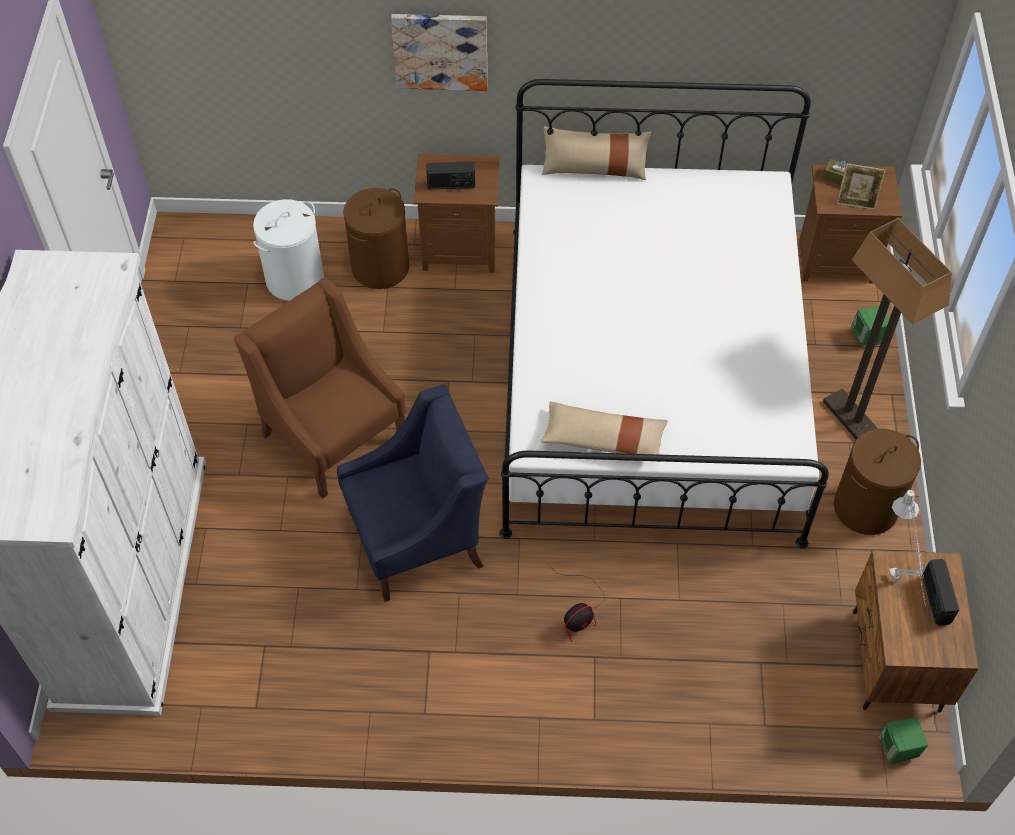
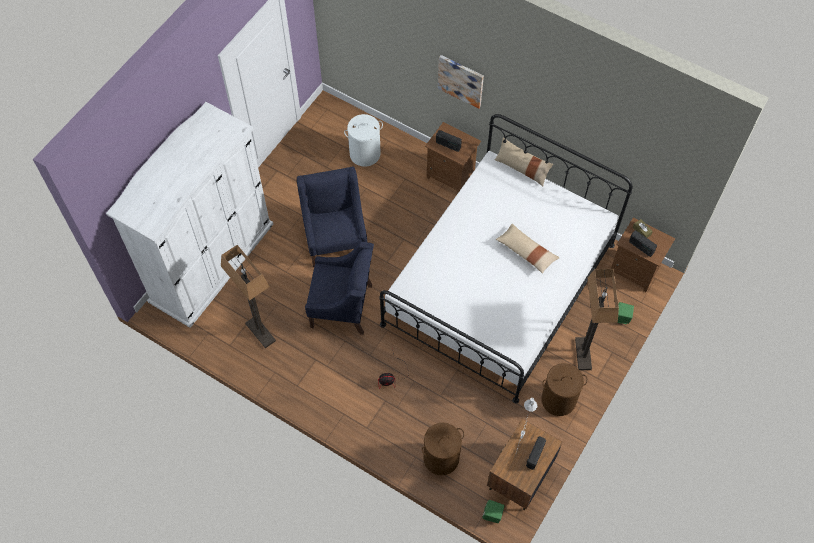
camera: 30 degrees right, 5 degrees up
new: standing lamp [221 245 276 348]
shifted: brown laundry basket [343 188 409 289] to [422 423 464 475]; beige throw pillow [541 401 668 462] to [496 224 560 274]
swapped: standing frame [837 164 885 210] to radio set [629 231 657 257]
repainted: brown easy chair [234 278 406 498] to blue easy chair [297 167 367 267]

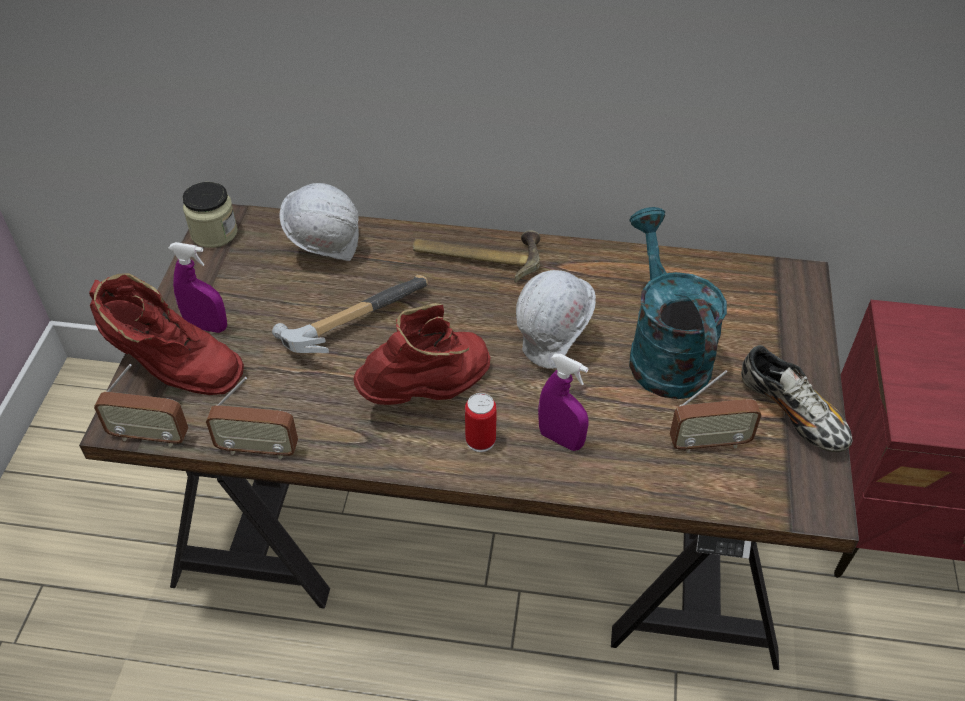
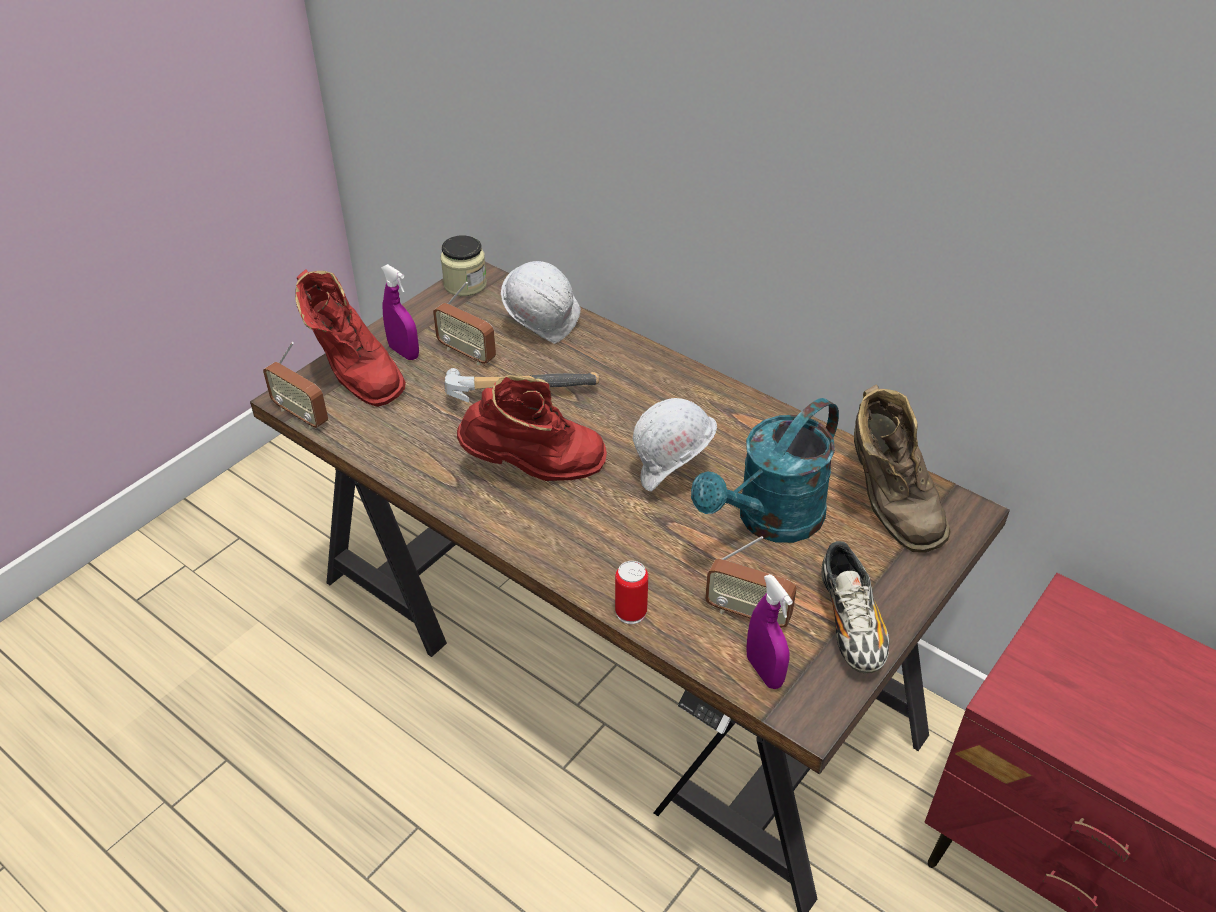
camera: 30 degrees right, 5 degrees down
gone: tool hammer [413 230 540 283]
new: brown tall boot [854 385 950 552]
shifted: radio set [206 377 298 460] to [433 282 496 365]; metal can [465 393 497 452] to [615 561 648 624]; purple-coloured spray bottle [538 354 589 451] to [746 574 793 689]
rotated: blue-green sprinkling can [629 207 727 399] = [691 398 839 543] 150 degrees counterclockwise

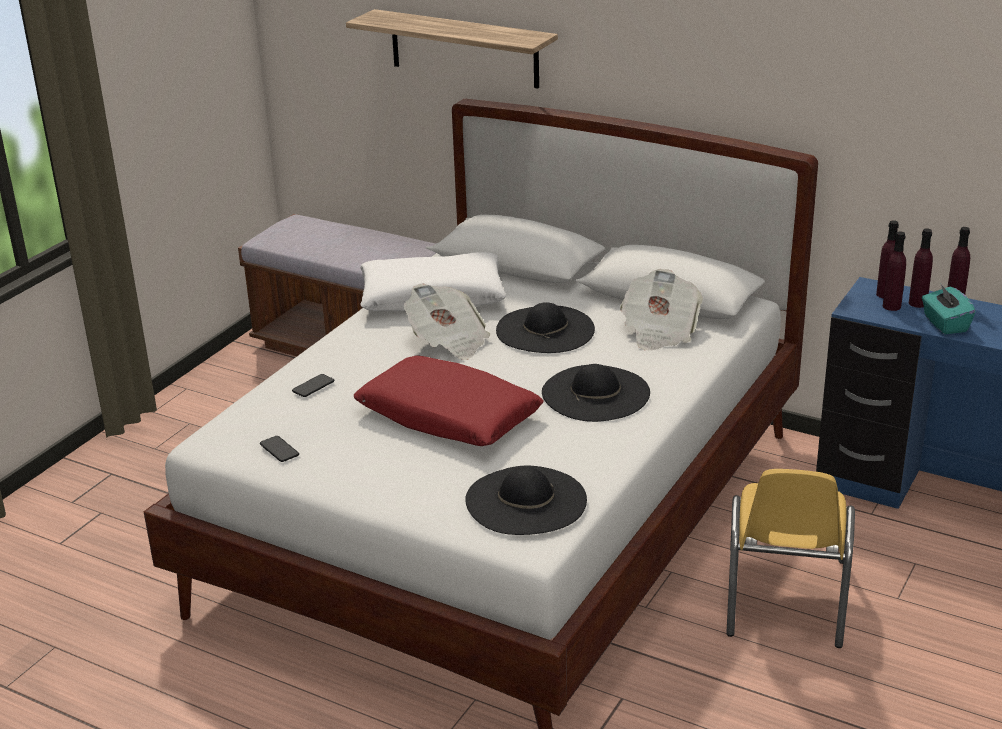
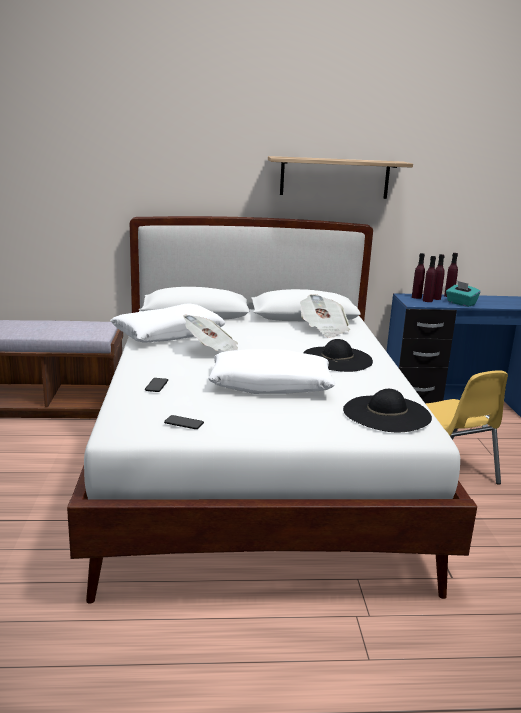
camera: 35 degrees left, 10 degrees down
gone: black wearable hat [496 302 595 353]
shifted: bracket shelf [346 9 558 89] to [268 156 413 199]
repainted: red throw pillow [354 356 544 446] to white throw pillow [208 349 335 394]

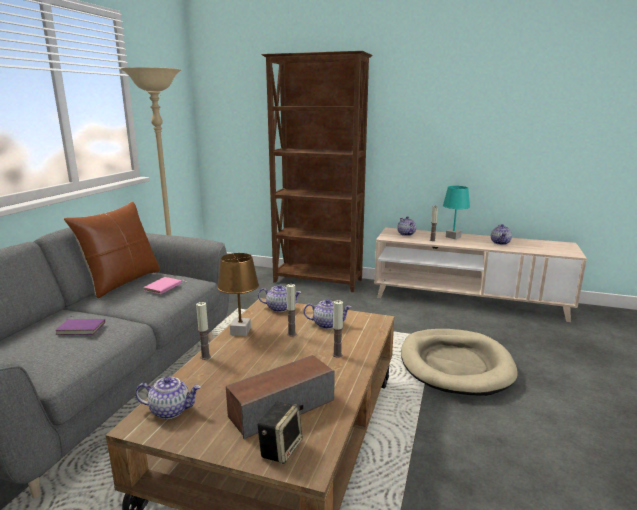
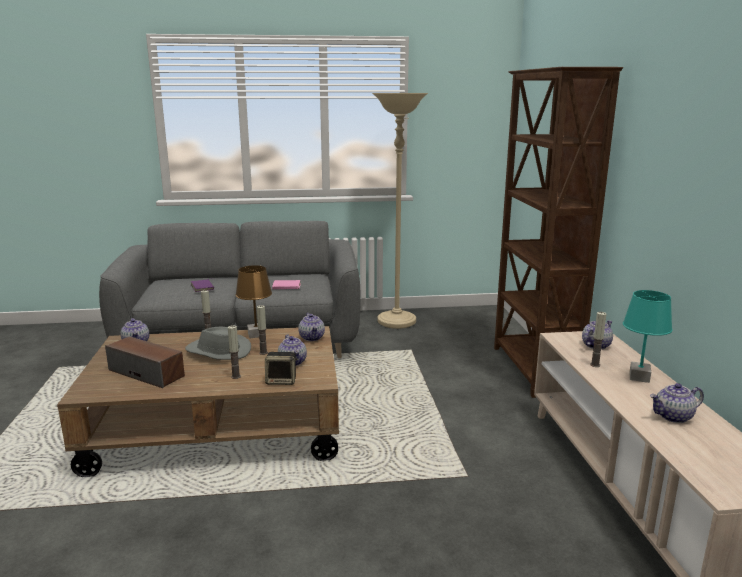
camera: 65 degrees right, 0 degrees up
gone: brown throw pillow [64 202 160 298]; beige dog bed [401 329 518 396]
new: gray wearable hat [185 327 251 360]
shifted: speaker [257 402 302 464] to [265 352 298 385]

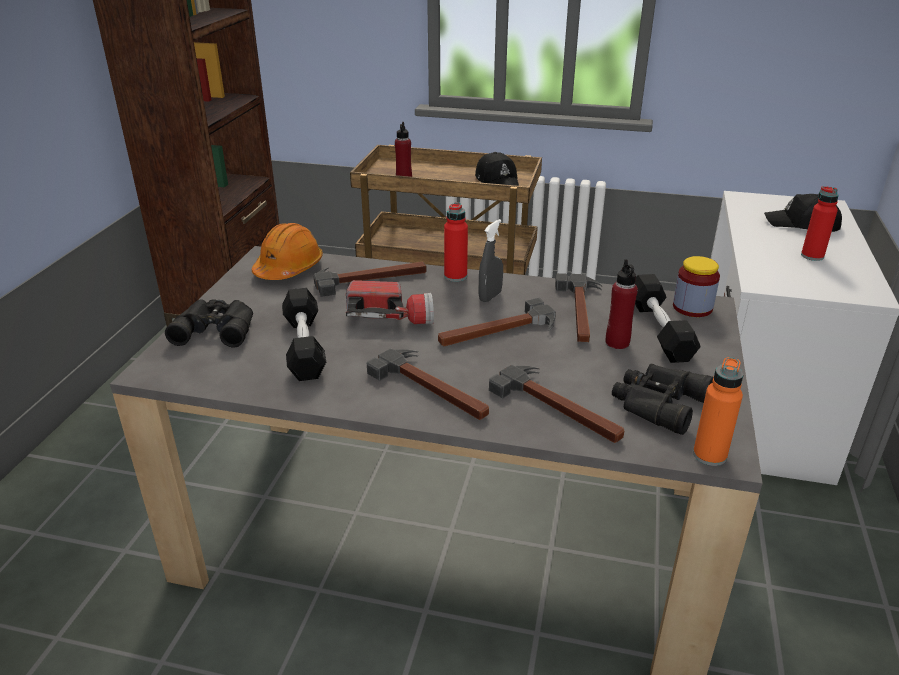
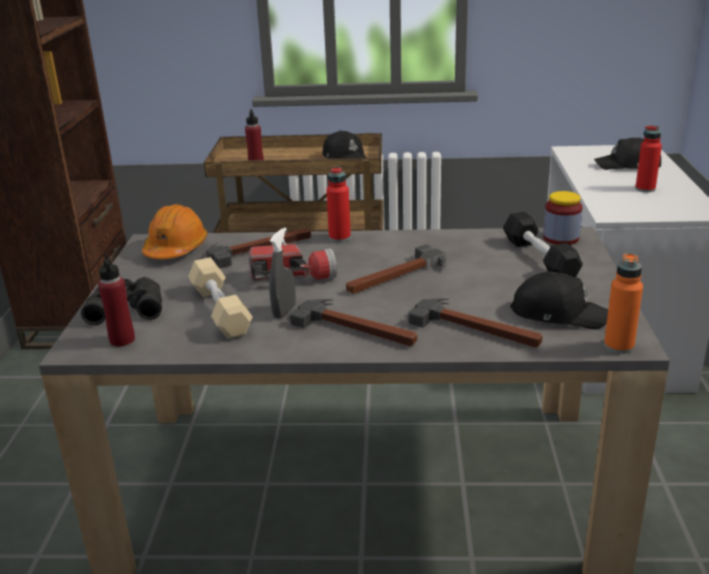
camera: 10 degrees left, 5 degrees down
gone: tool hammer [555 273 602 342]
shifted: gray spray bottle [479 219 503 303] to [269 227 296 319]; red bottle [606 259 638 349] to [98 254 135 347]
swapped: black binoculars [612 363 713 435] to black baseball cap [510 272 608 329]
repainted: black hand weight [282 288 326 381] to beige hand weight [188 257 253 339]

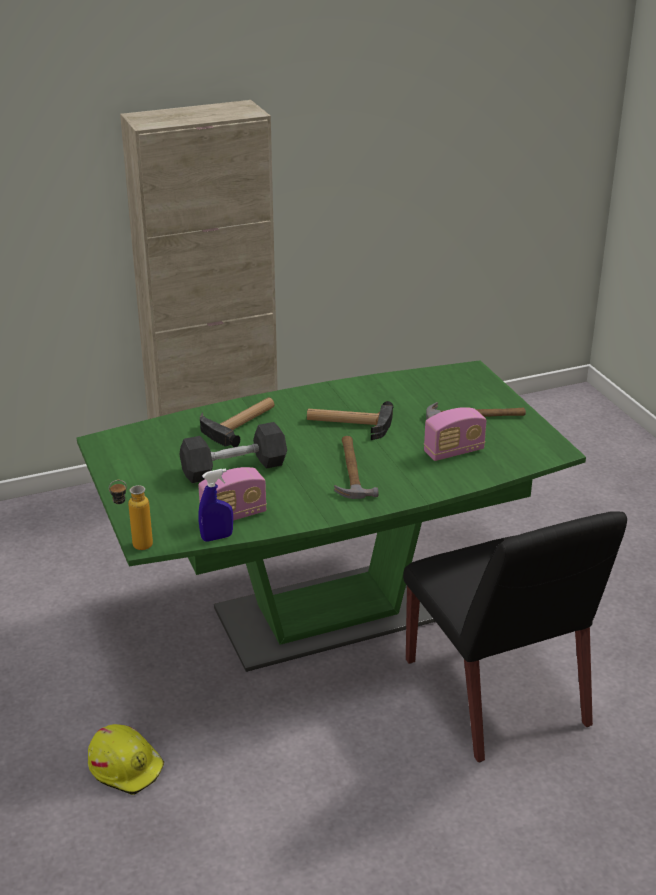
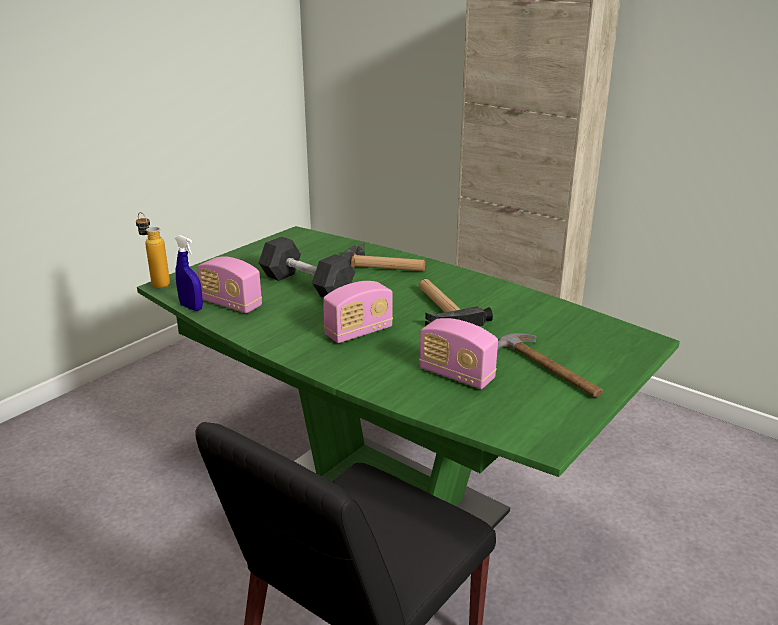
camera: 60 degrees right, 5 degrees down
gone: yellowish safety helmet [88 724 164 795]
swapped: tool hammer [334 436 379 499] to radio set [323 281 393 343]

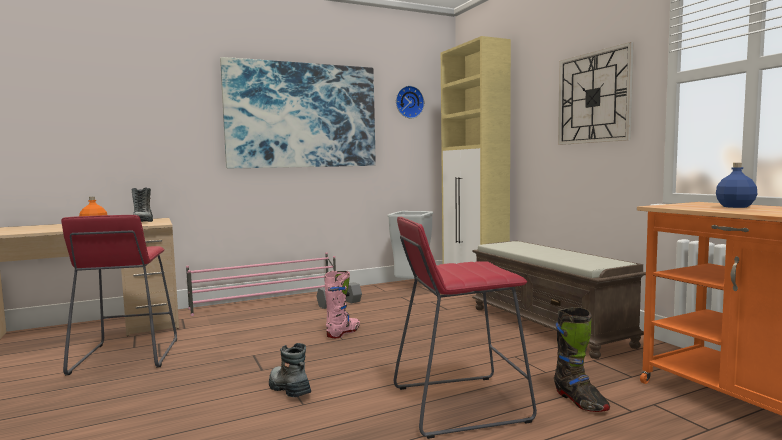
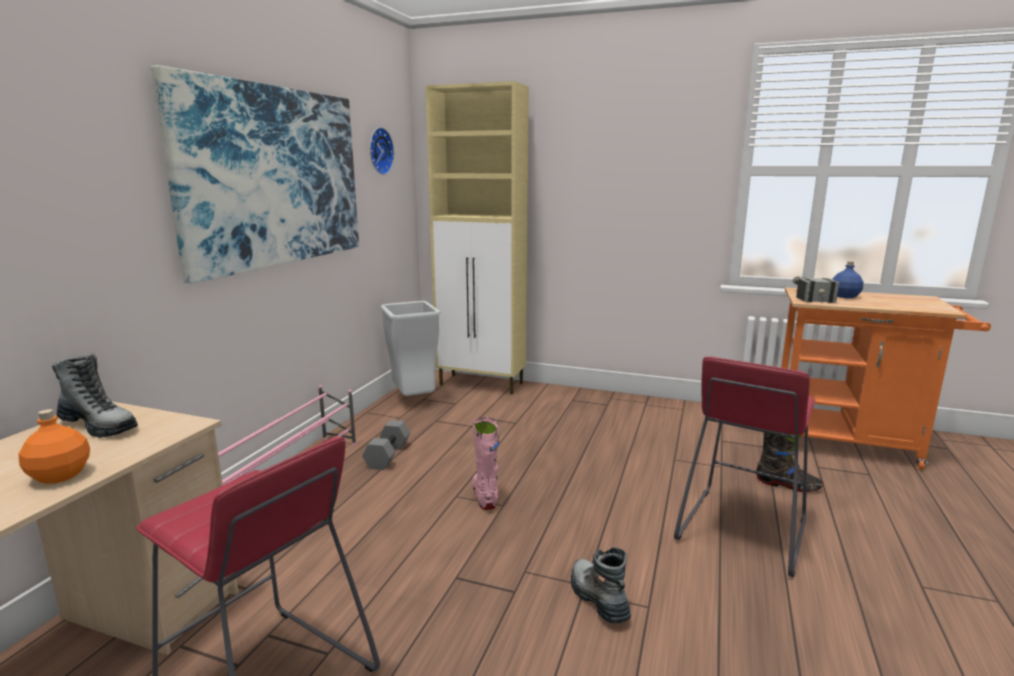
camera: 45 degrees left, 10 degrees up
gone: brown bench [472 241 646 359]; wall clock [558 42 634 145]
new: tool hammer [793 276 839 303]
rotated: tall boot [269 343 311 397] = [571 547 631 624] 60 degrees clockwise

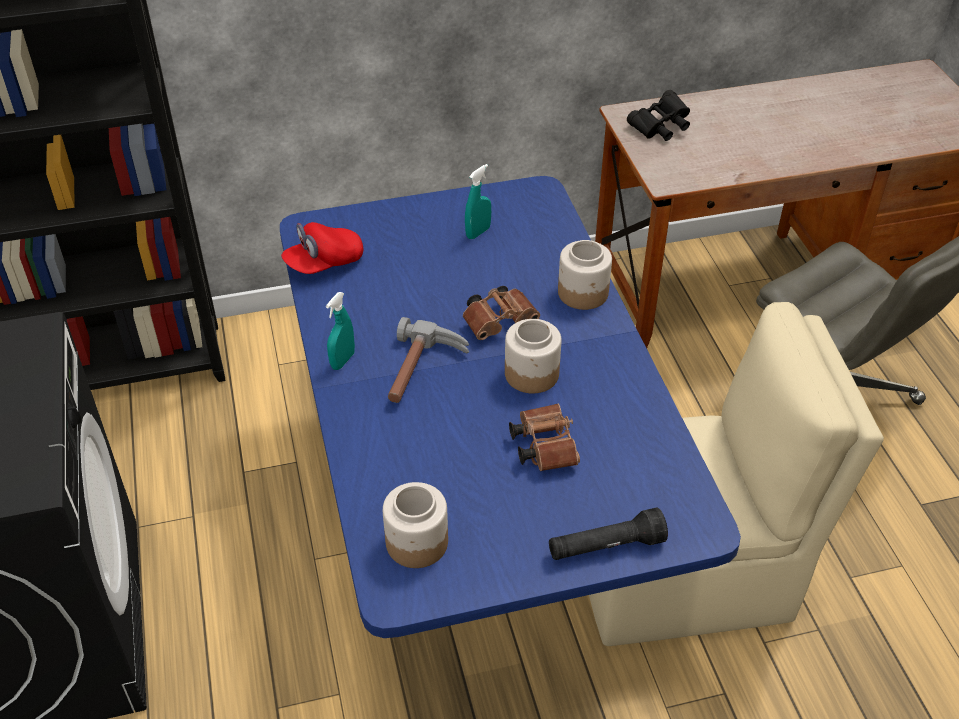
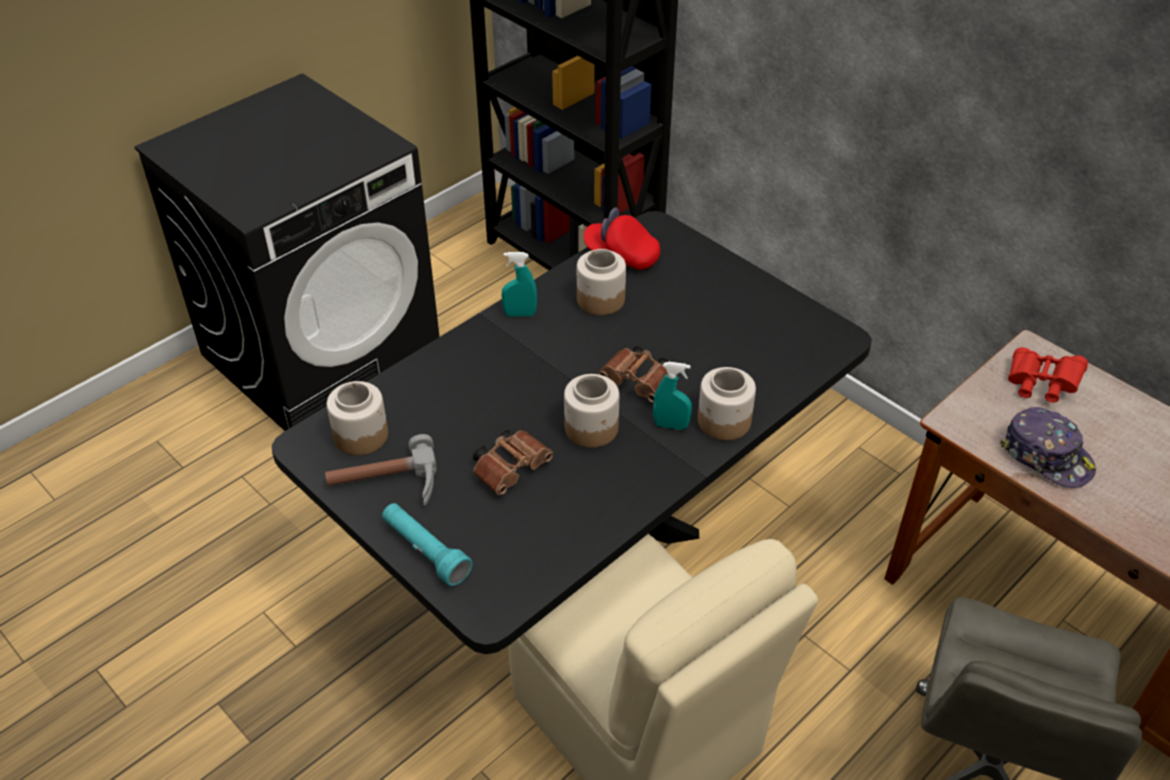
camera: 60 degrees right, 0 degrees up
new: jar [577 249 626 315]; baseball cap [1000 407 1096 488]
shifted: tool hammer [388 317 469 403] to [325 434 437 506]; blue-green spray bottle [465 164 491 239] to [653 362 692 430]
repainted: blue dining table [280 176 741 638] to black dining table [272 211 872 654]; black flashlight [549 507 668 560] to blue-green flashlight [382 503 472 586]; black binoculars [627 90 690 141] to red binoculars [1008 347 1088 403]

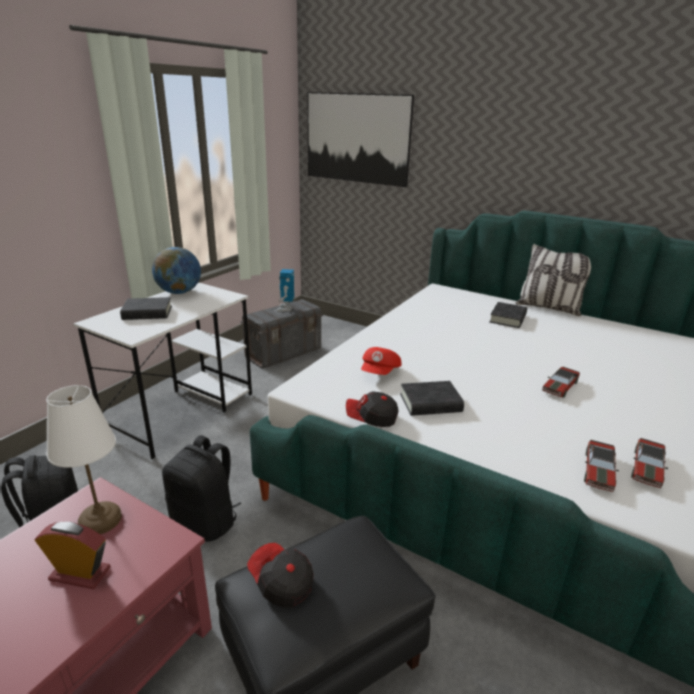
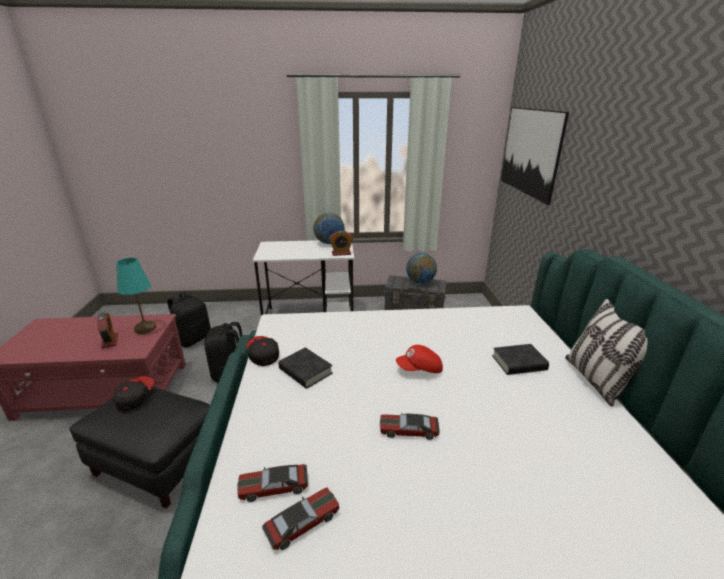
camera: 55 degrees right, 0 degrees up
gone: black volume [120 297 172 320]
new: alarm clock [329 231 353 256]
shifted: red baseball cap [361 347 402 375] to [396 345 443 373]
swapped: model robot [276 269 294 312] to globe [406 253 437 284]
repainted: white lamp for a table [46 385 122 534] to blue-green lamp for a table [116 258 156 334]
rotated: model car [631 438 668 488] = [262 487 340 550] 150 degrees clockwise

